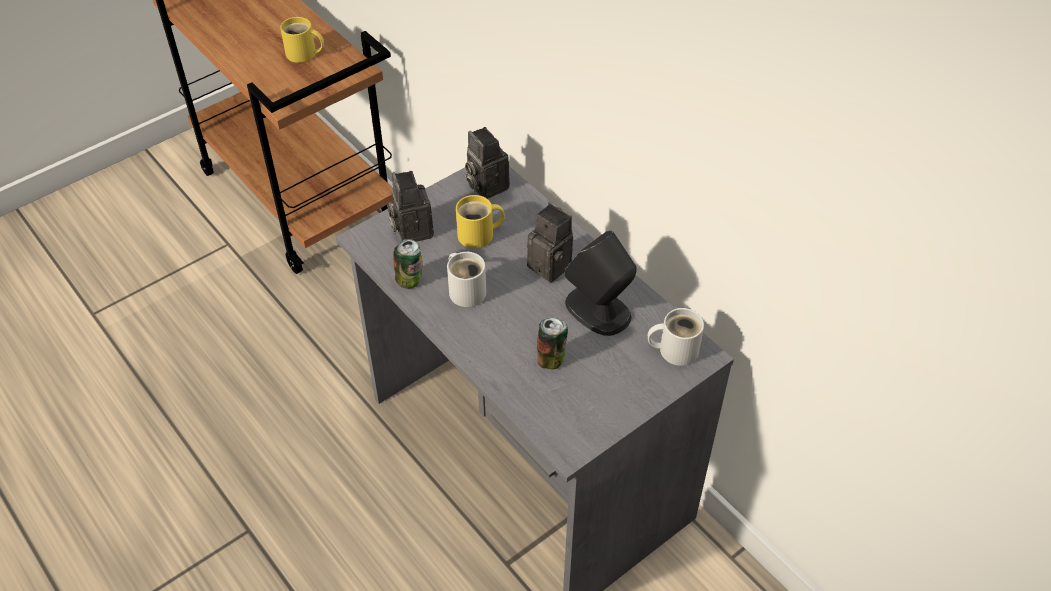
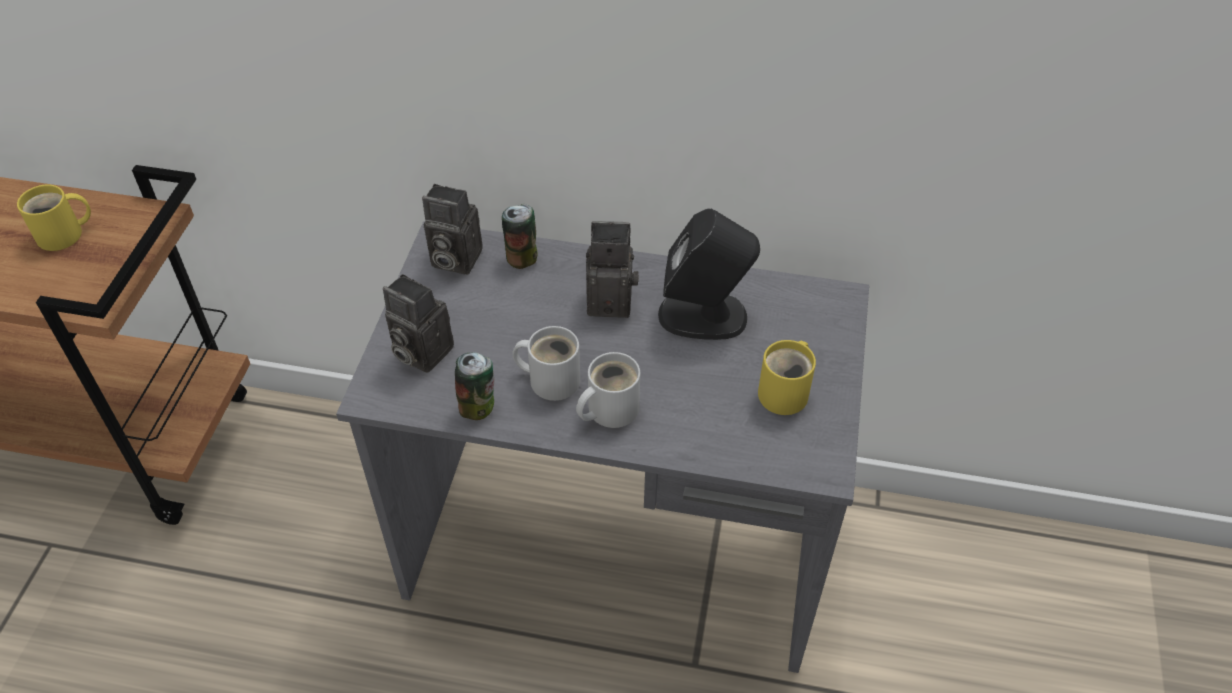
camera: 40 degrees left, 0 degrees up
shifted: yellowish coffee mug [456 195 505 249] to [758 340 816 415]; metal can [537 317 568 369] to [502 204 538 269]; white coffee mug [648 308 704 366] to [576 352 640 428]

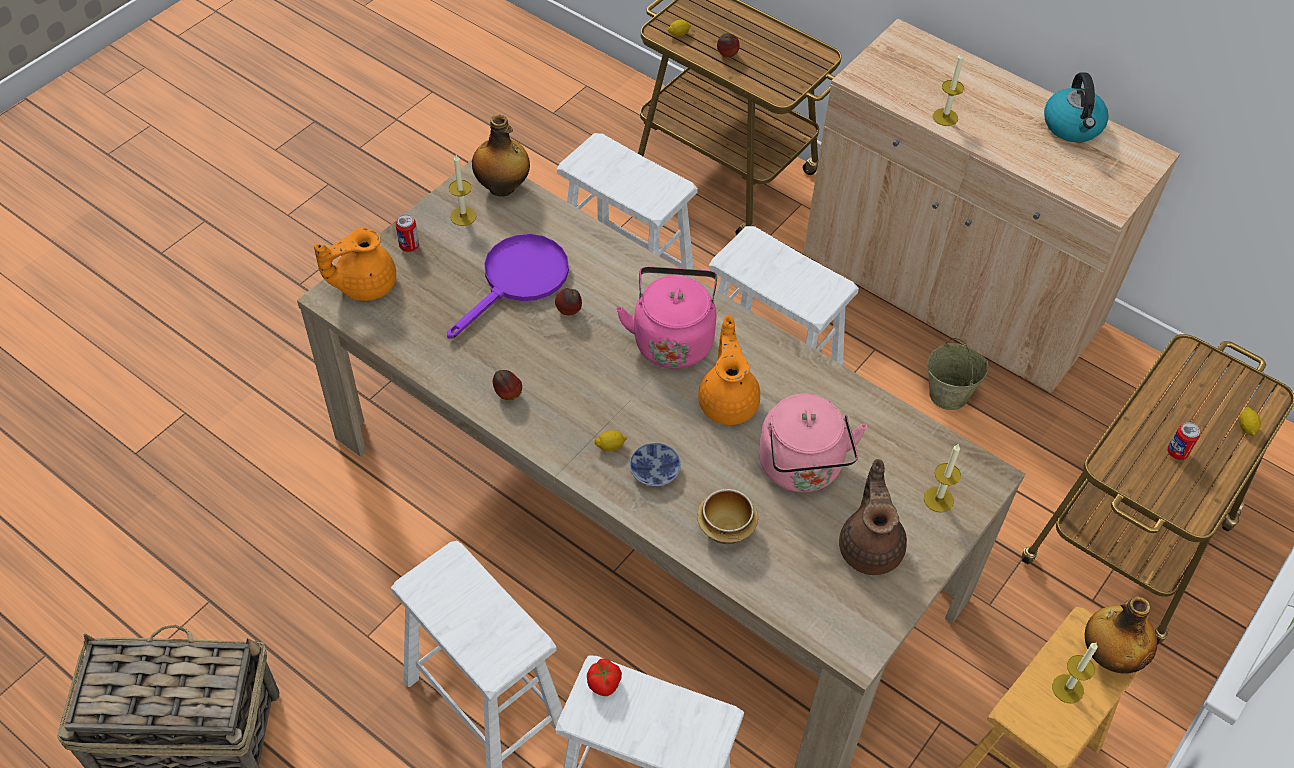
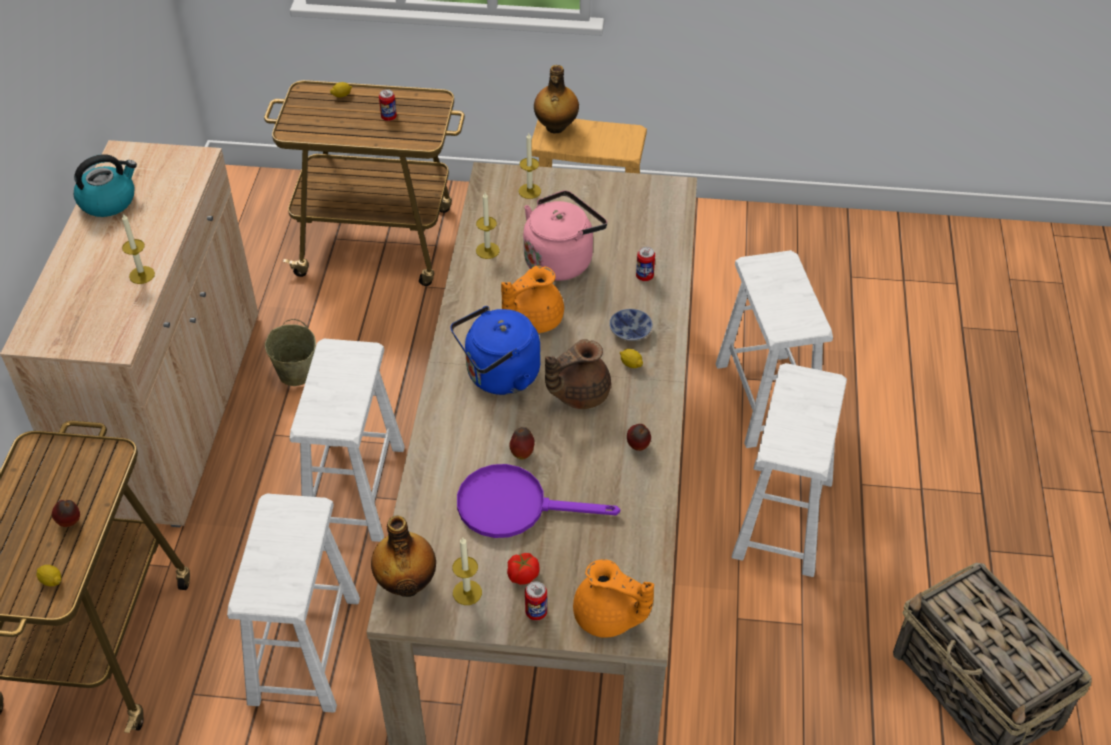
camera: 120 degrees left, 5 degrees down
shifted: fresh tomato [587 658 622 696] to [507 553 540 585]; brown pot for tea [839 459 907 575] to [545 339 611 409]; wax candle [1052 642 1098 704] to [476 192 500 259]
swapped: bowl [697 489 758 544] to metal can [636 247 655 281]
repainted: pinkish tea kettle [616 267 717 369] to blue tea kettle [451 306 541 395]

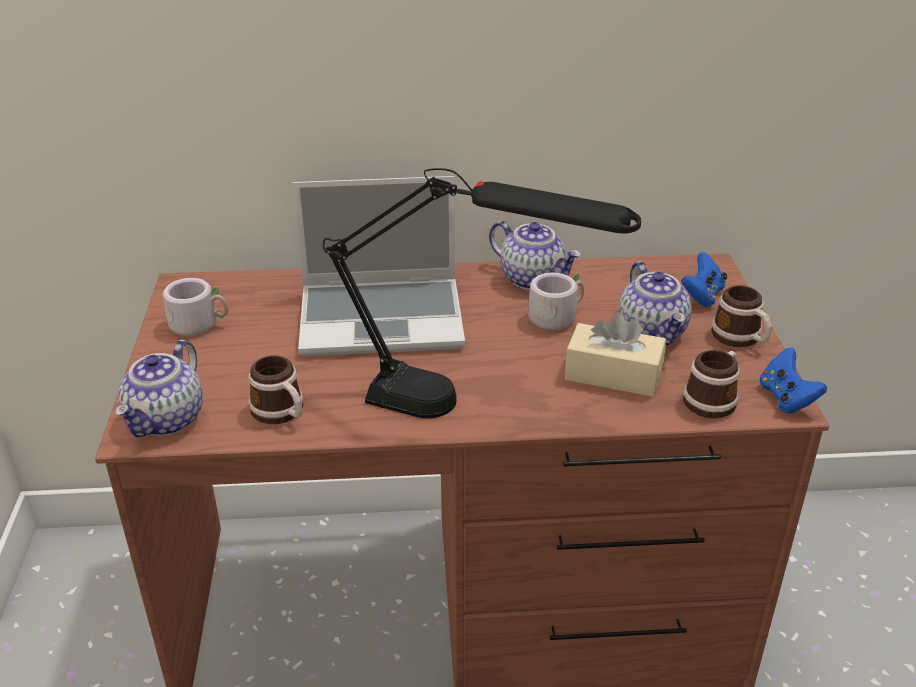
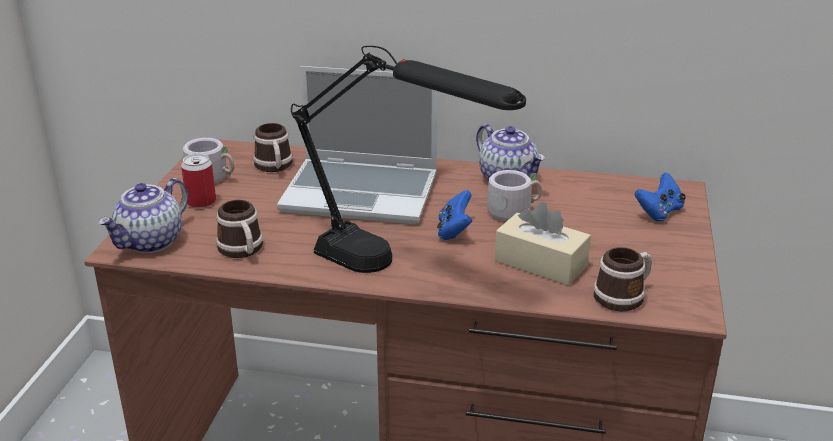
camera: 15 degrees right, 5 degrees down
gone: pot for tea [619 261 692 345]
new: metal can [181 153 216 208]
shifted: coffee mug [712 285 772 347] to [253 123 293 172]; blue joypad [759 347 827 413] to [437 190 472 240]

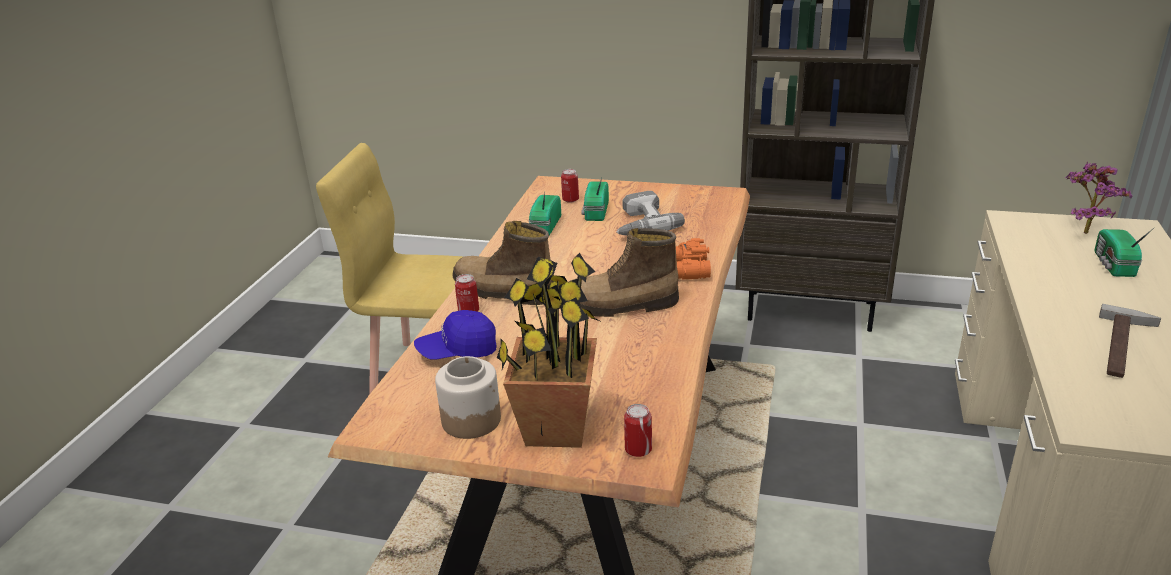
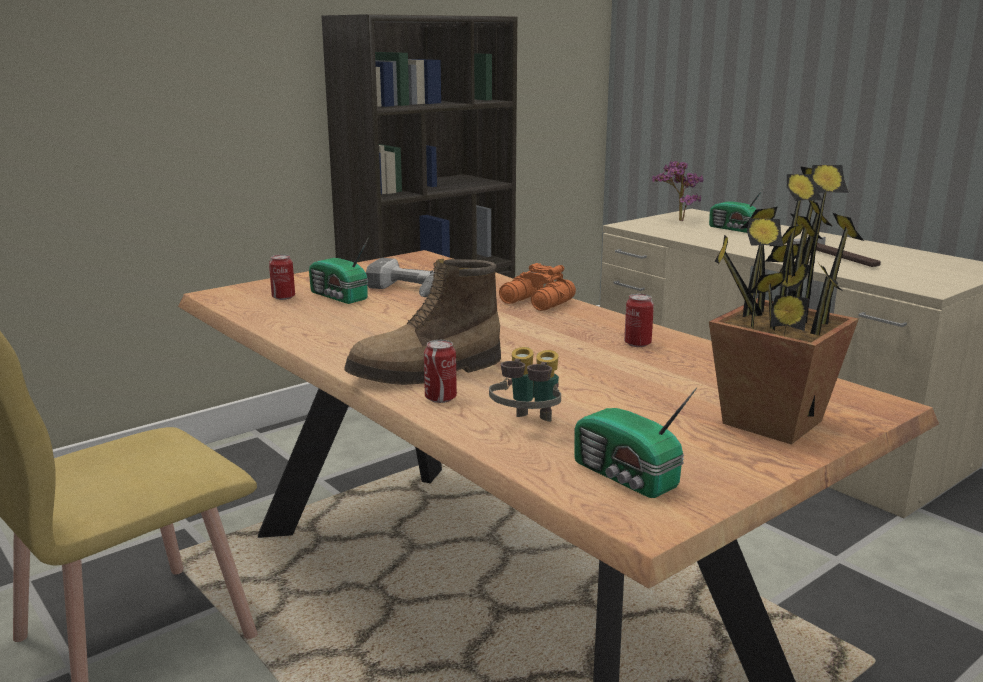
camera: 55 degrees left, 10 degrees down
gone: jar [435 356 501 439]; tall boot [570 228 679 317]
shifted: radio set [529 193 561 236] to [574 387 697 498]; metal can [624 404 652 457] to [624 294 654 347]
swapped: blue baseball cap [414 310 497 359] to binoculars [489 347 561 422]

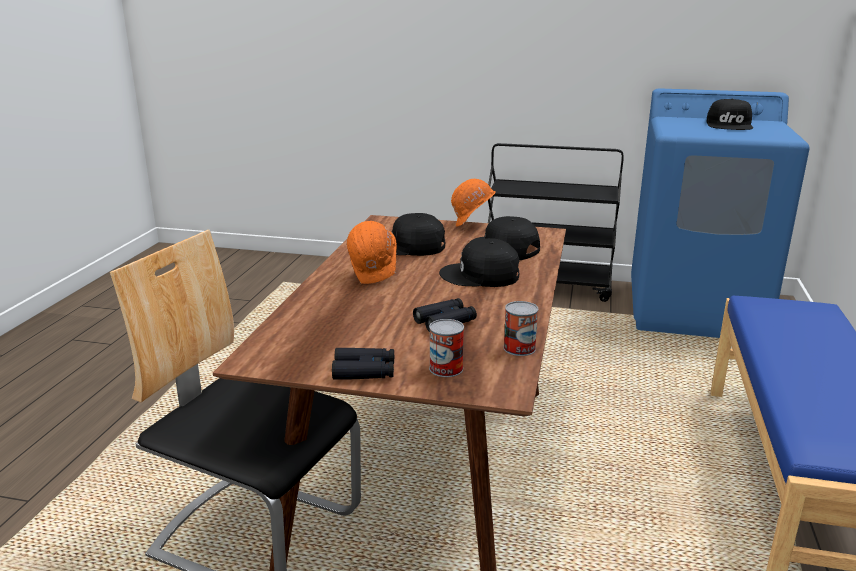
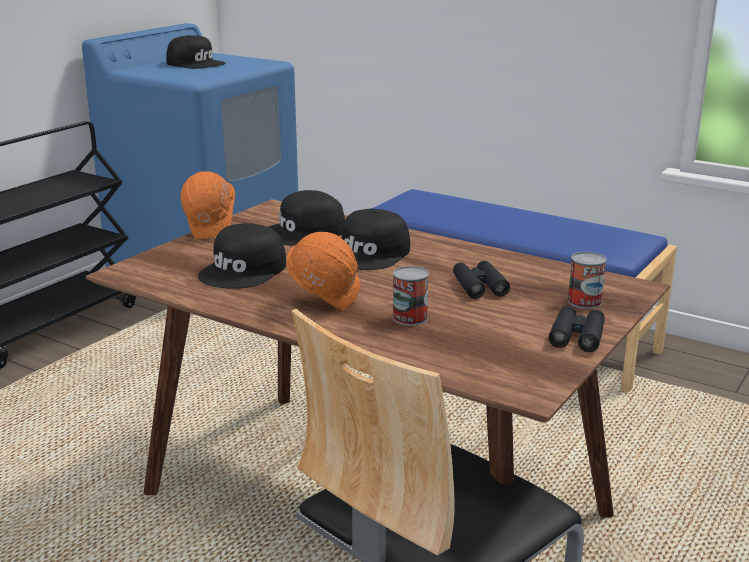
camera: 70 degrees left, 0 degrees up
shifted: metal can [503 301 538 356] to [393 266 429 326]

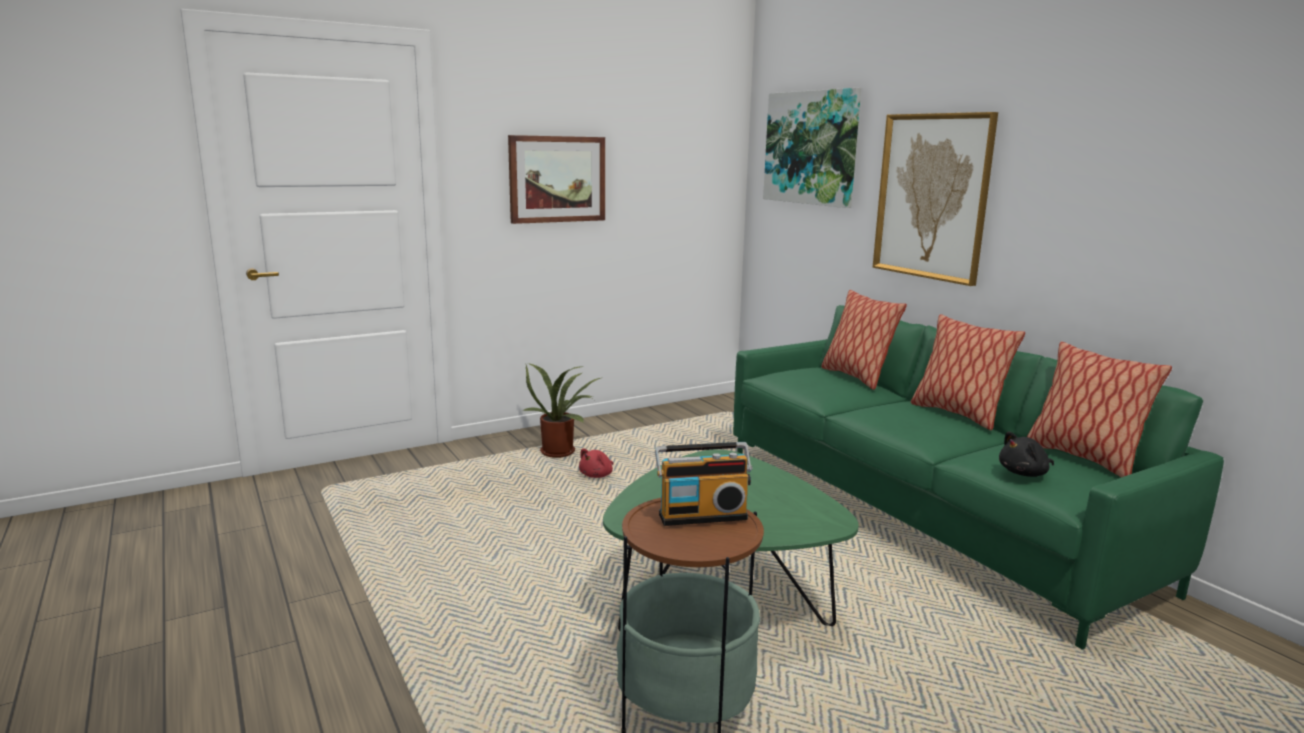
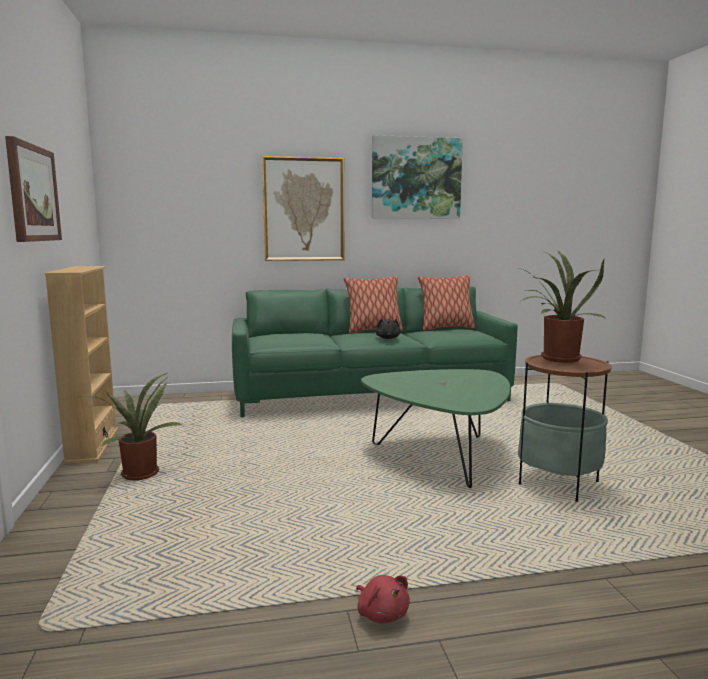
camera: 70 degrees left, 5 degrees down
gone: throw pillow [821 290 907 390]
new: beige bookshelf [45 266 118 464]
shifted: red soft toy [579 448 613 478] to [356 575 410 623]; picture [763 88 861 208] to [372 135 463 218]; black soft toy [999 431 1054 477] to [376 319 401 339]
swapped: radio set [655 442 752 526] to plant in a pot [518 251 607 363]

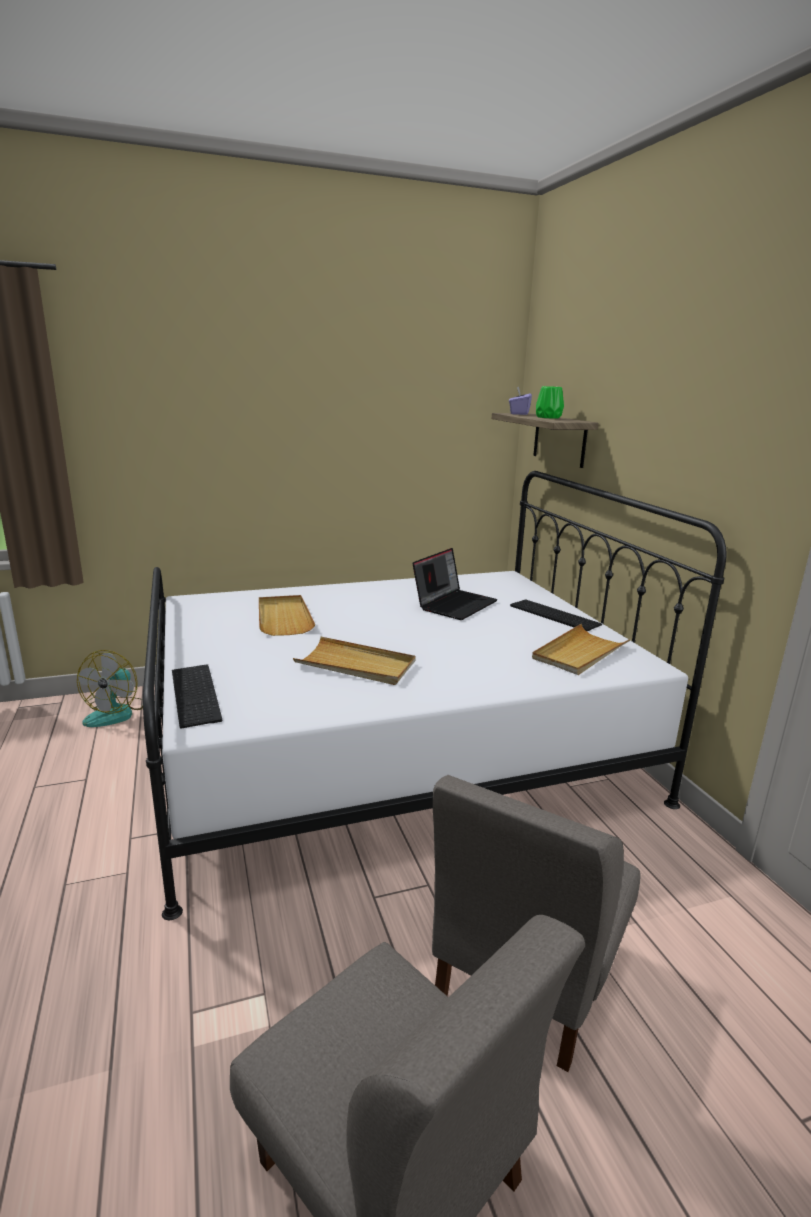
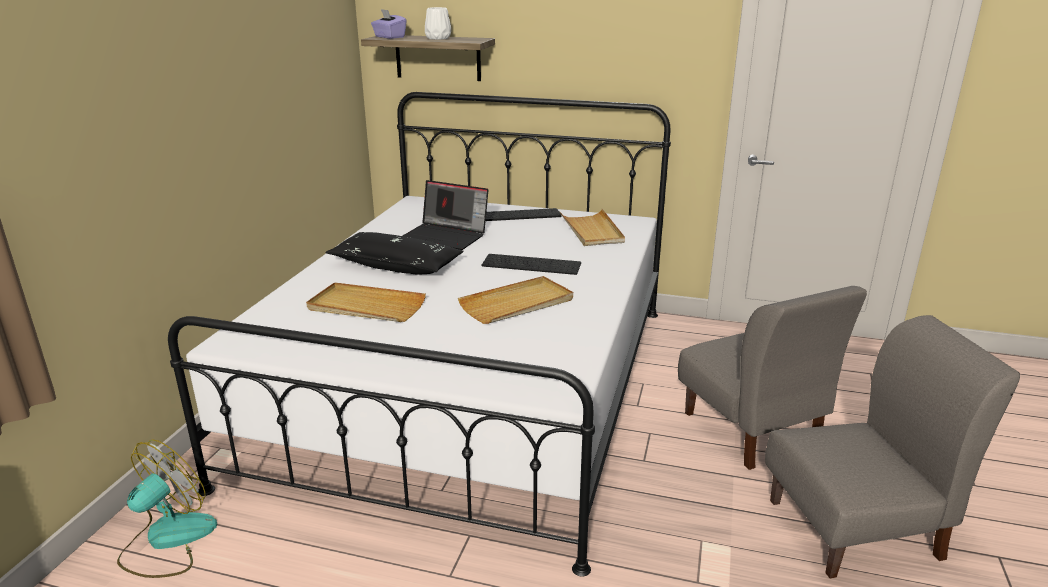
camera: 55 degrees left, 5 degrees up
new: black throw pillow [325 232 464 275]
shifted: PC keyboard [172 664 222 729] to [482 254 581 275]
repainted: green-coloured vase [536 386 564 418] to white vase [425 7 451 39]
rotated: electric fan [77 650 143 727] = [117 439 217 578] 105 degrees counterclockwise; laptop [412 548 498 620] = [403 180 489 250] 135 degrees clockwise

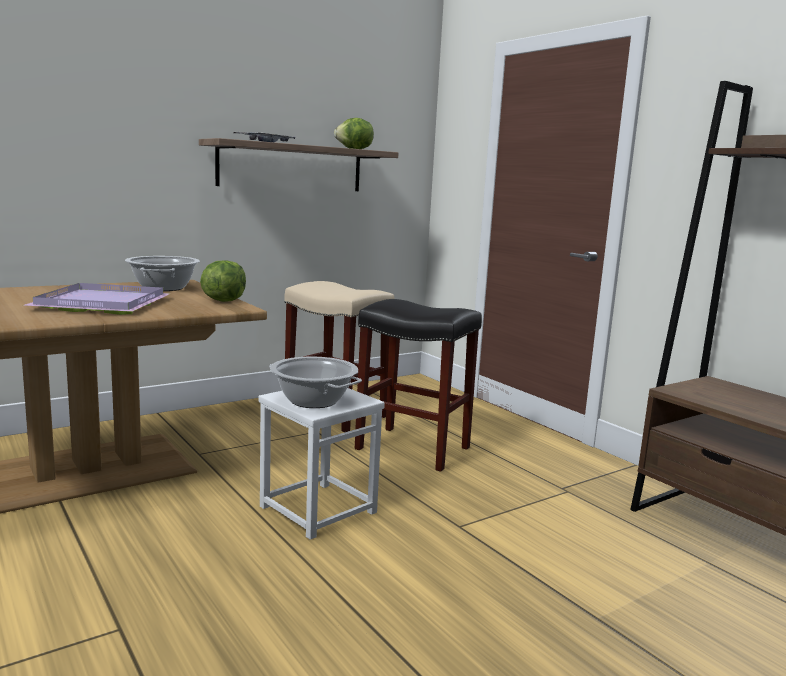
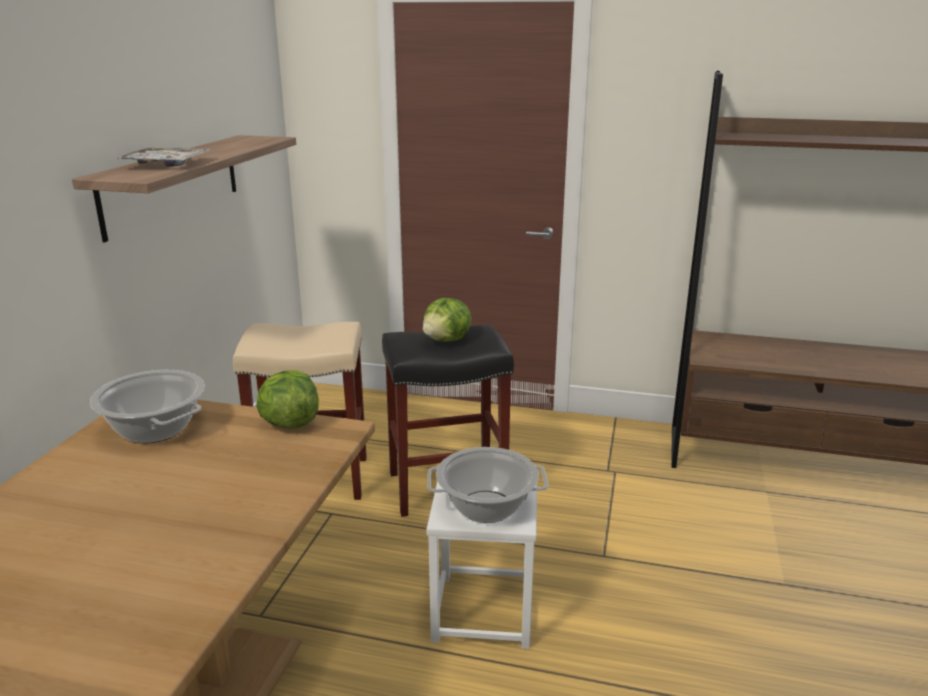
camera: 40 degrees left, 10 degrees up
gone: purple-coloured serving tray [24 283 171 315]
shifted: head of lettuce [334 118 374 149] to [423 298 472 342]

